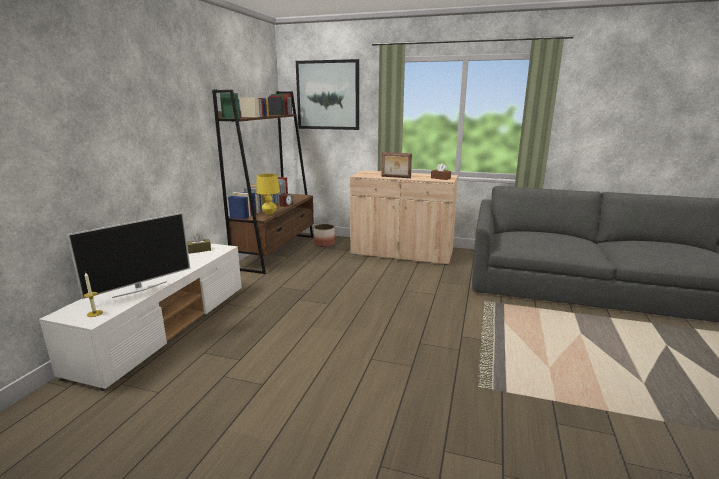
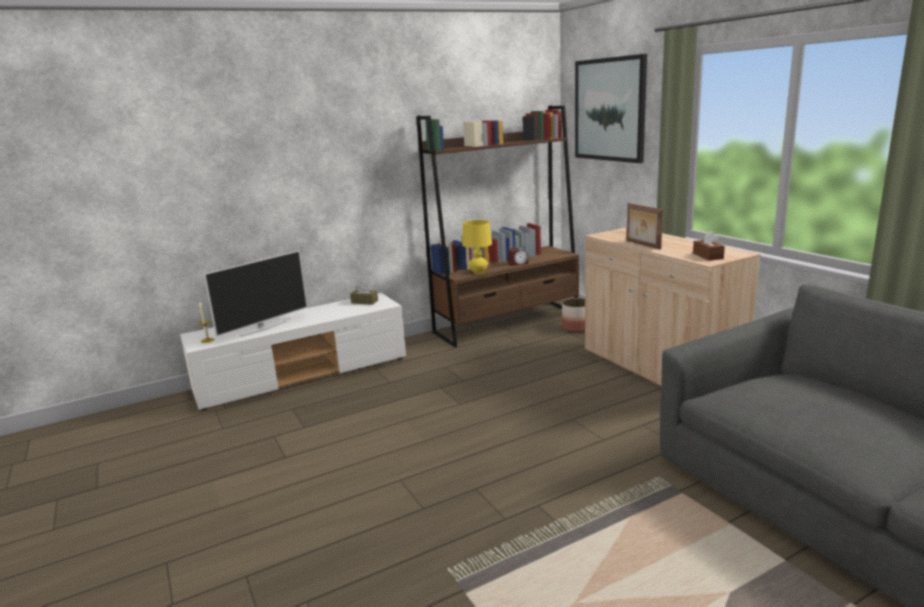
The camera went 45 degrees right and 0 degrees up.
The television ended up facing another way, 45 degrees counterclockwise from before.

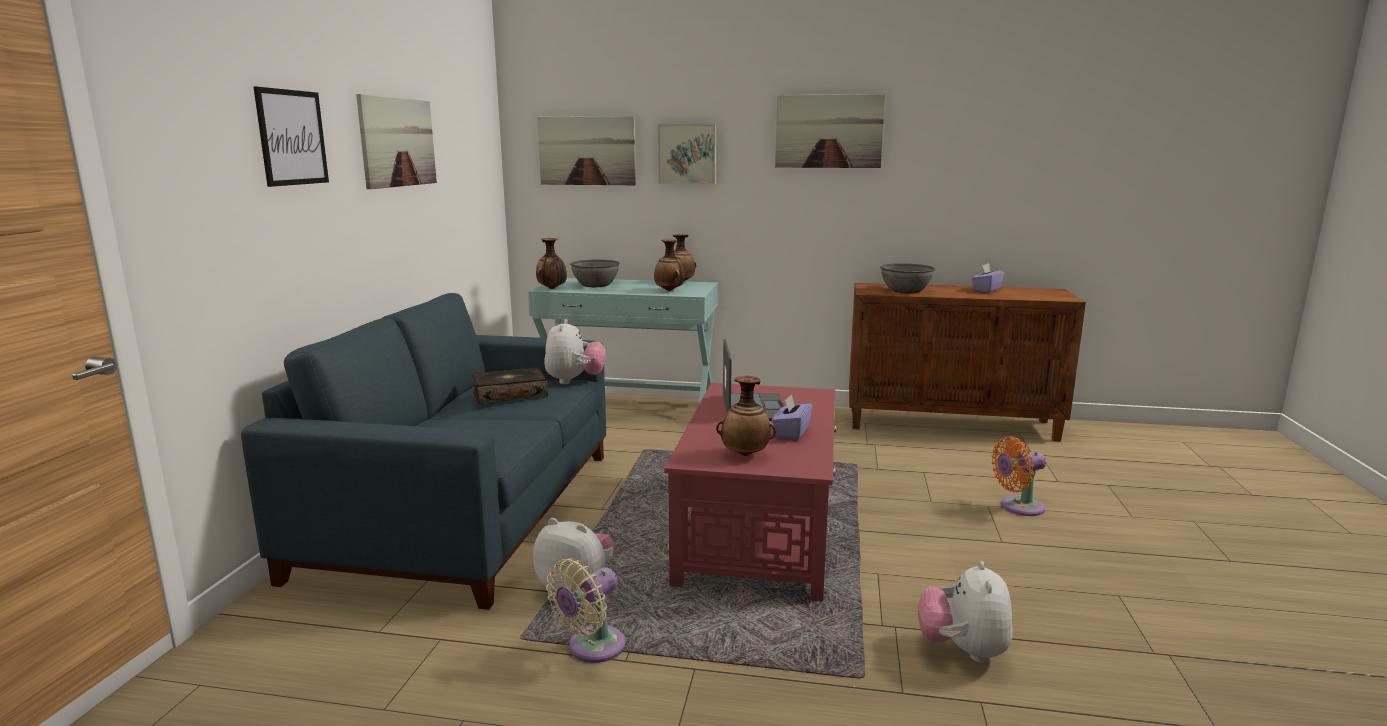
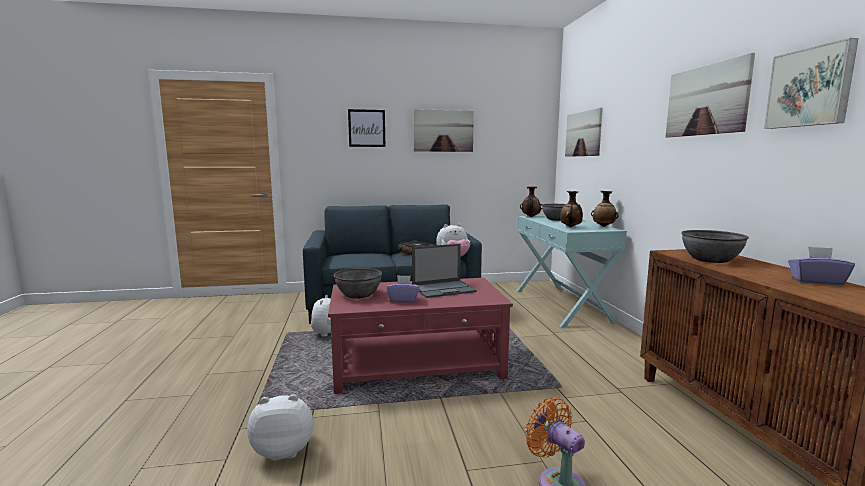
The camera went 70 degrees right and 5 degrees down.
The picture (no. 4 from left in the first image) ended up elsewhere.
Where the vase (no. 4 from left) stood, the bowl (grey) (no. 1 from left) came to stand.
The second view lost the fan (beige).

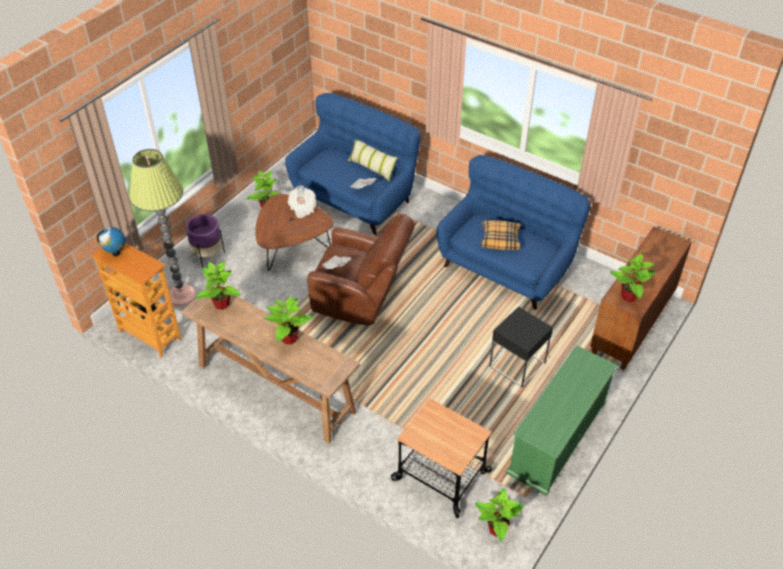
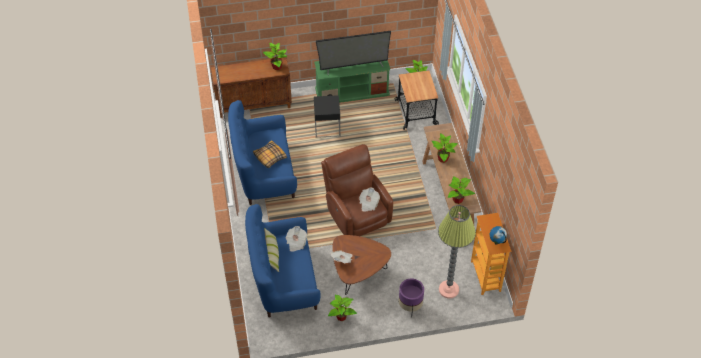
The camera went 135 degrees left and 5 degrees up.
The second view gained the television.

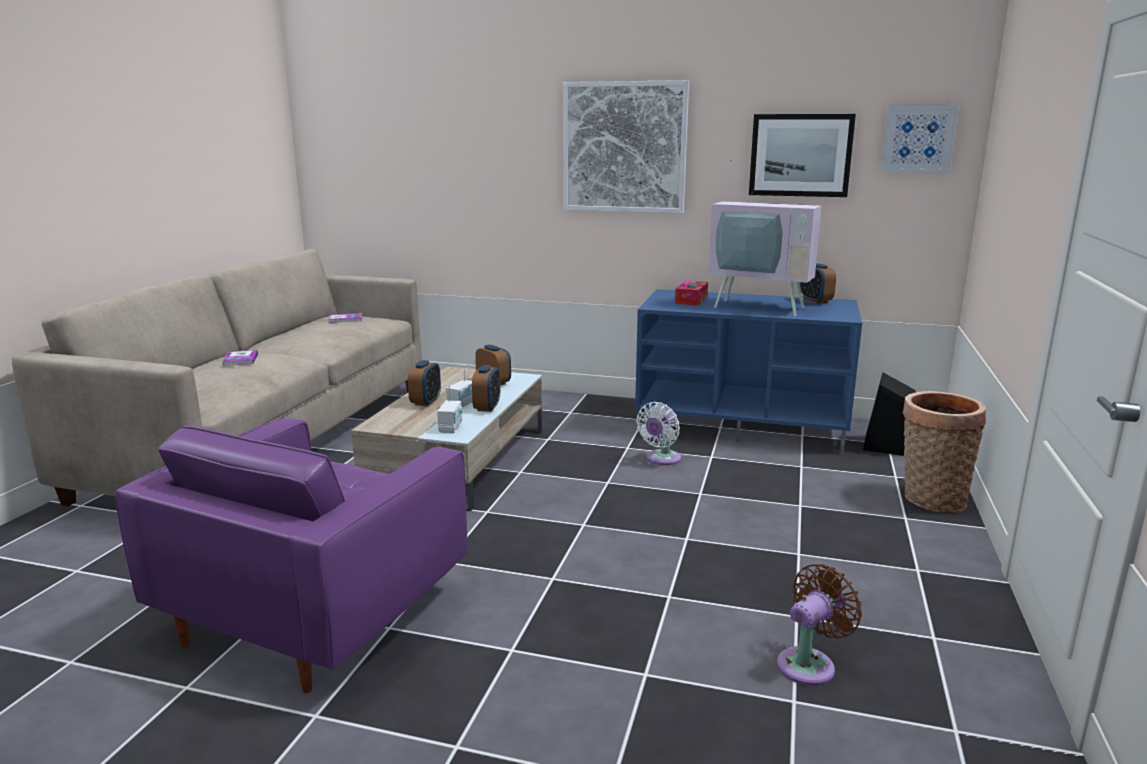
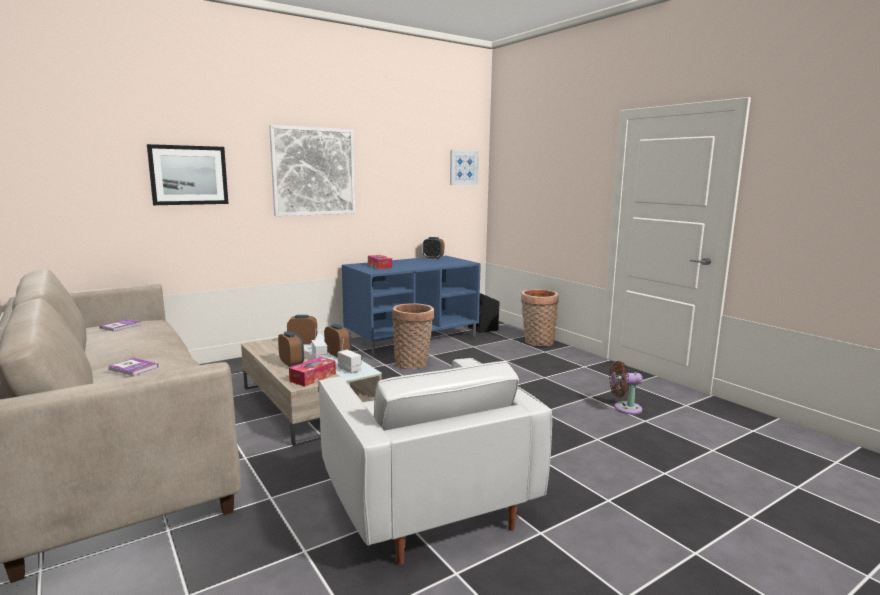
The camera went 50 degrees left and 5 degrees down.
The picture (no. 2 from left in the first image) ended up elsewhere.
The second view lost the television.
Where the fan (white) stood, the basket (no. 1 from left) came to stand.
What was the armchair (purple) turned into the armchair (white).
The fan (brown) ended up facing another way, 90 degrees counterclockwise from before.
The second view gained the tissue box (no. 1 from left).

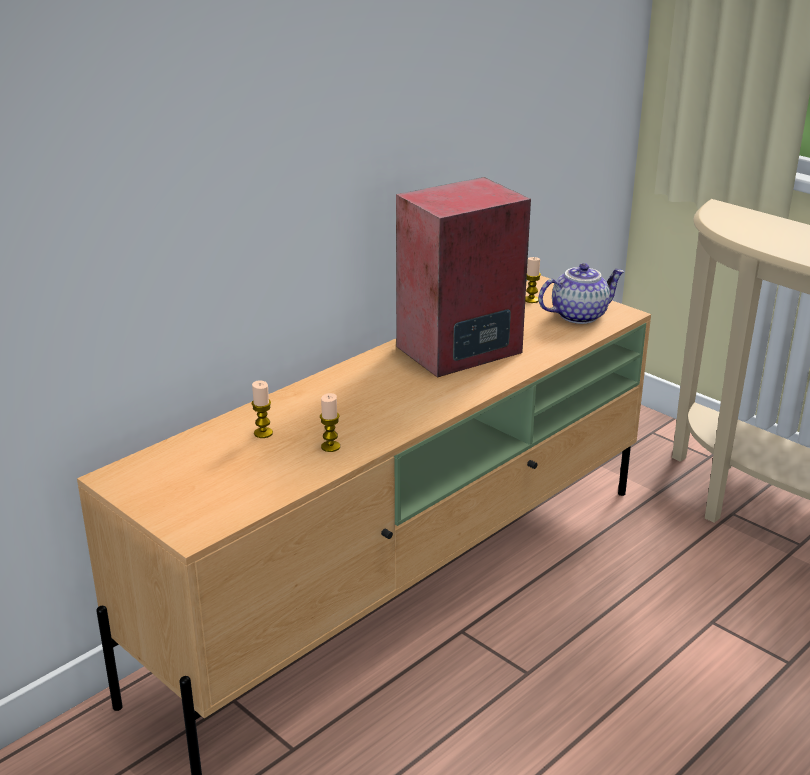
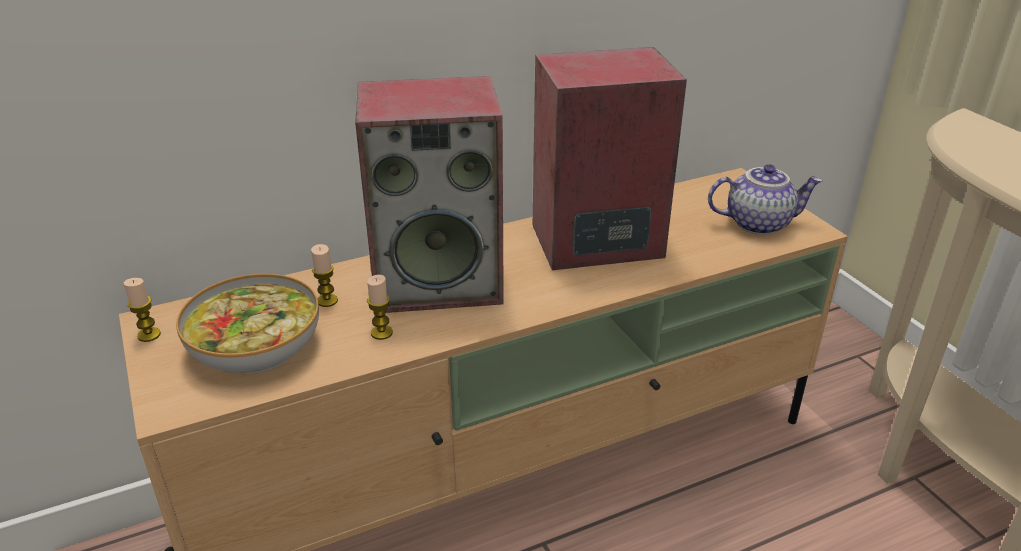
The camera went 20 degrees right and 5 degrees up.
The candle (no. 3 from left in the first image) ended up elsewhere.
The second view gained the speaker (no. 1 from left).
The second view gained the bowl.

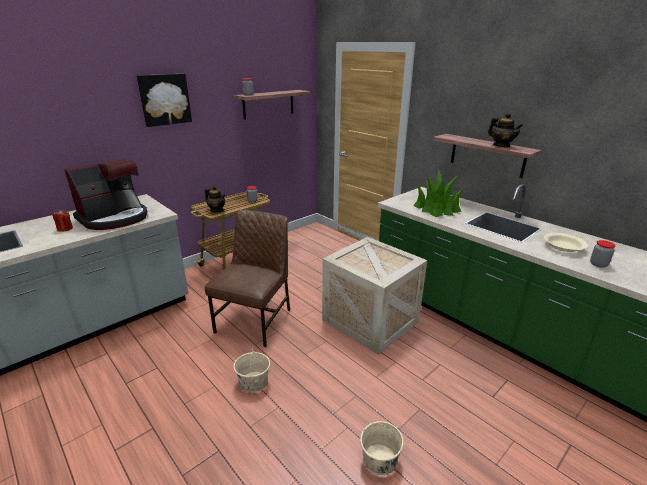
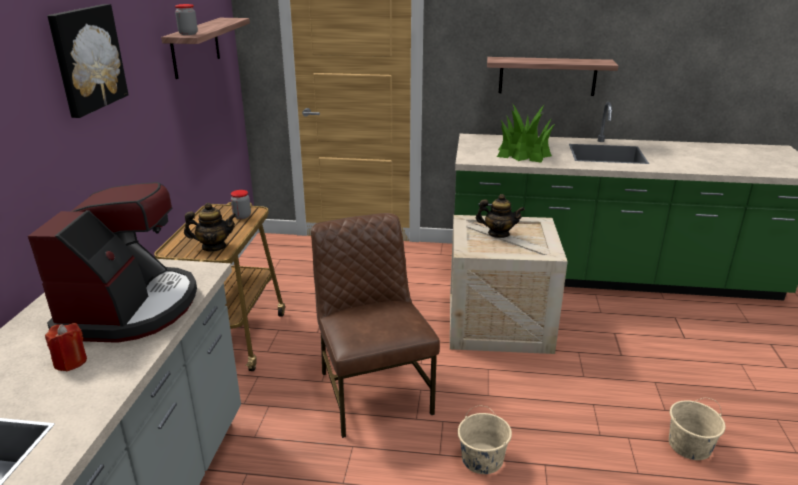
The camera went 40 degrees left and 0 degrees up.
The teapot (no. 2 from left) ended up elsewhere.
The second view lost the bowl (beige).
The second view lost the jar (no. 3 from left).

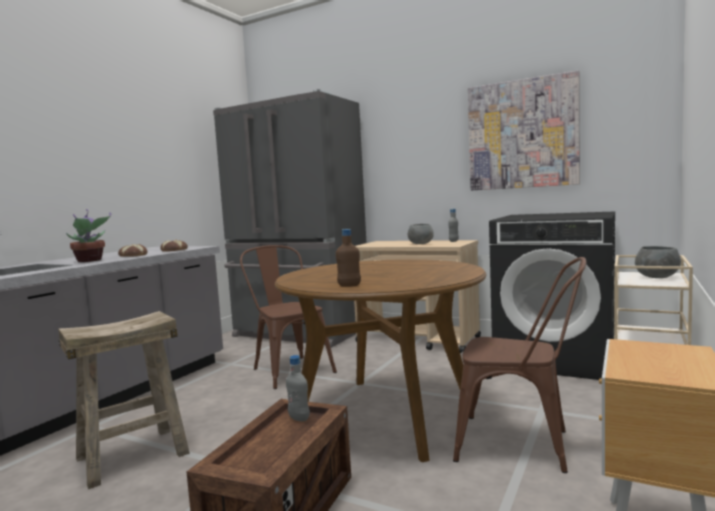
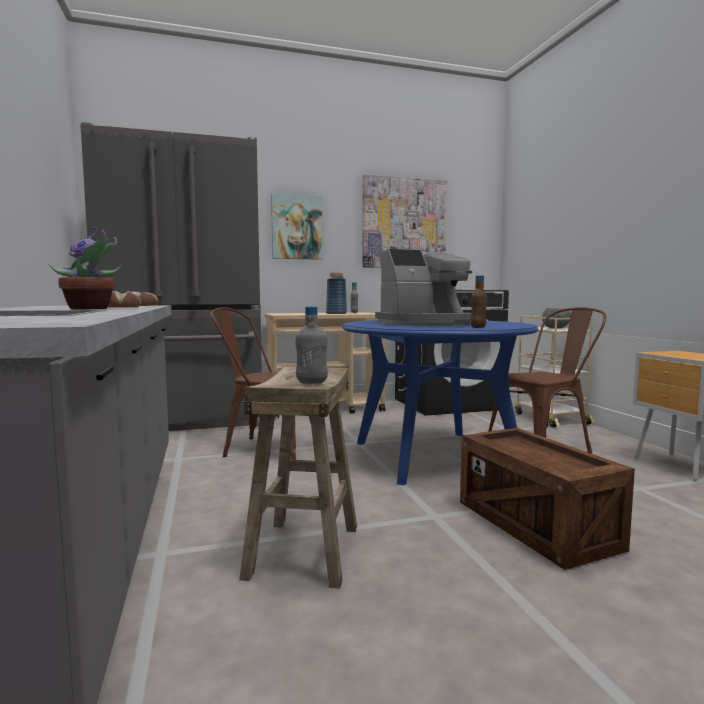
The camera went 45 degrees left and 0 degrees up.
Where the bowl (grey) (no. 1 from left) stood, the vase (blue) came to stand.
What was the dining table (brown) turned into the dining table (blue).
The bottle (grey) (no. 1 from left) ended up elsewhere.
The second view gained the picture (no. 1 from left).
The second view gained the coffee machine.

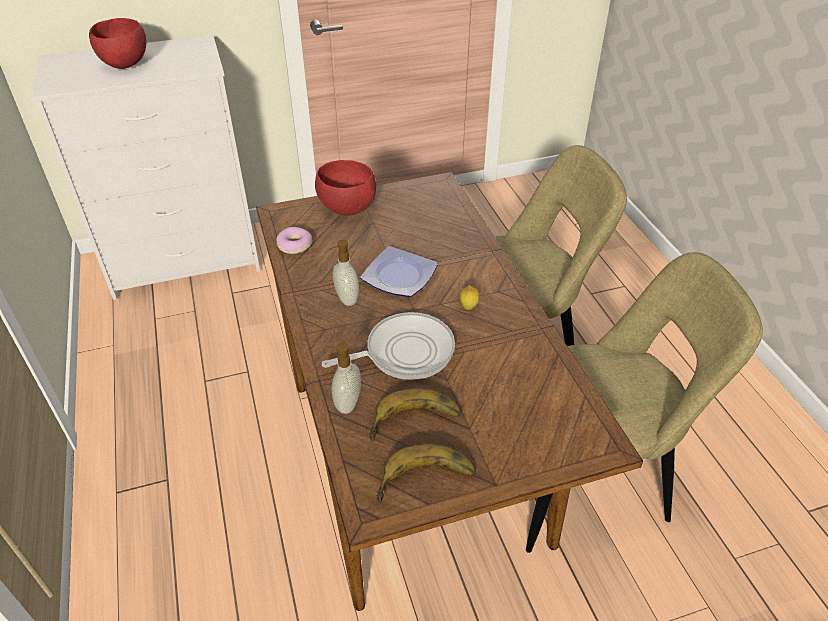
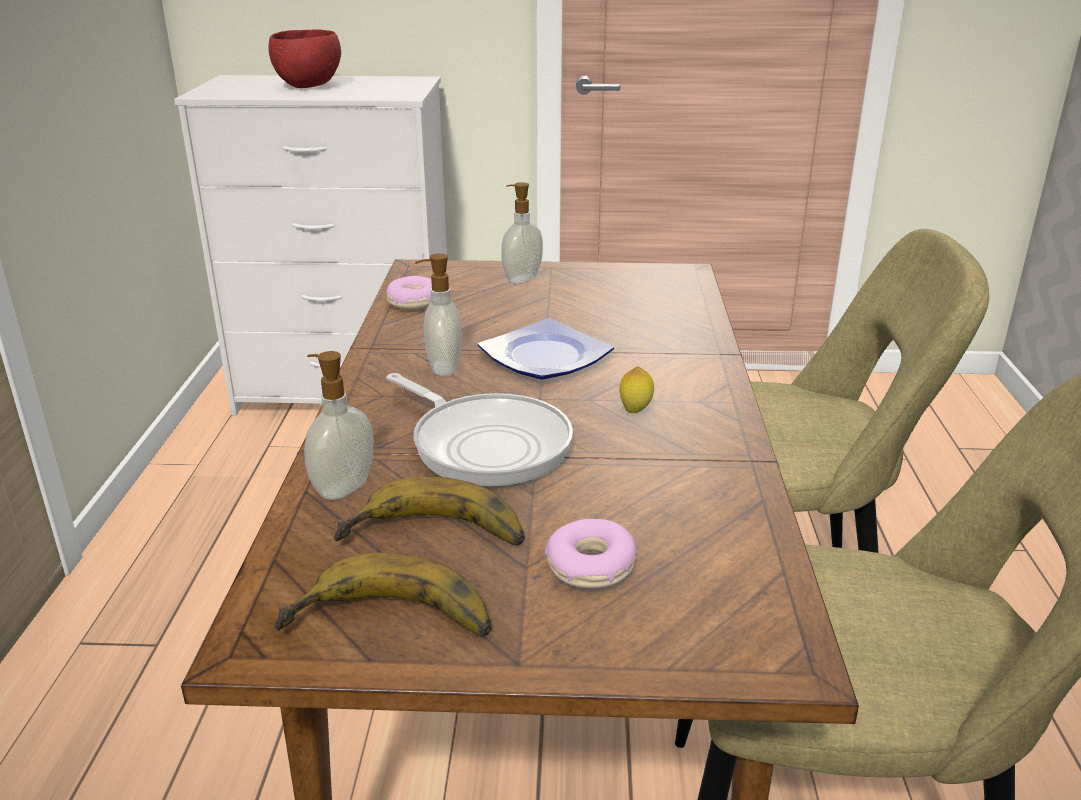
The camera went 20 degrees right and 15 degrees down.
Where the bowl (red) (no. 2 from left) stood, the soap dispenser (no. 3 from left) came to stand.
The frying pan ended up facing another way, 45 degrees clockwise from before.
The second view gained the donut (no. 2 from left).

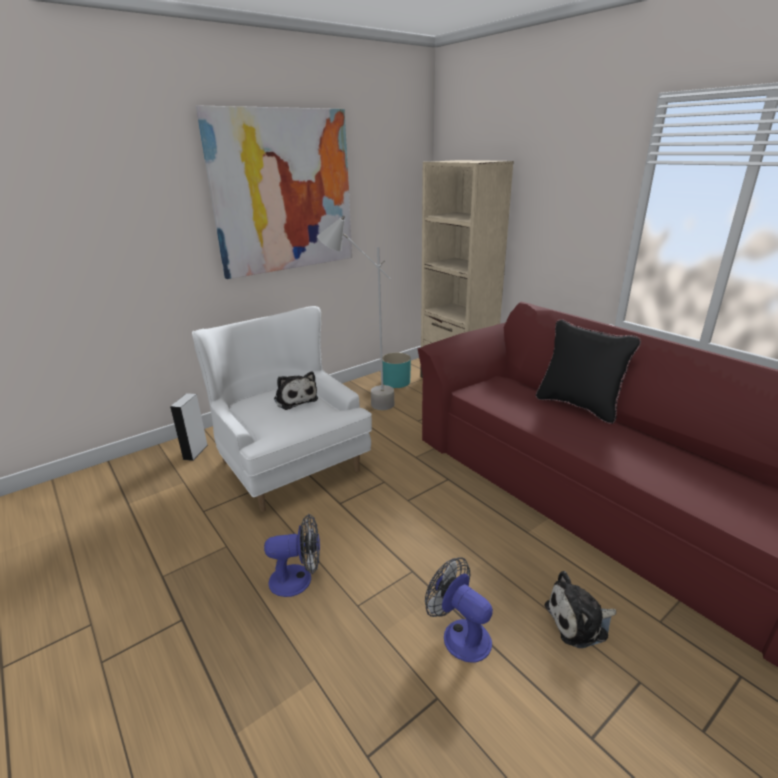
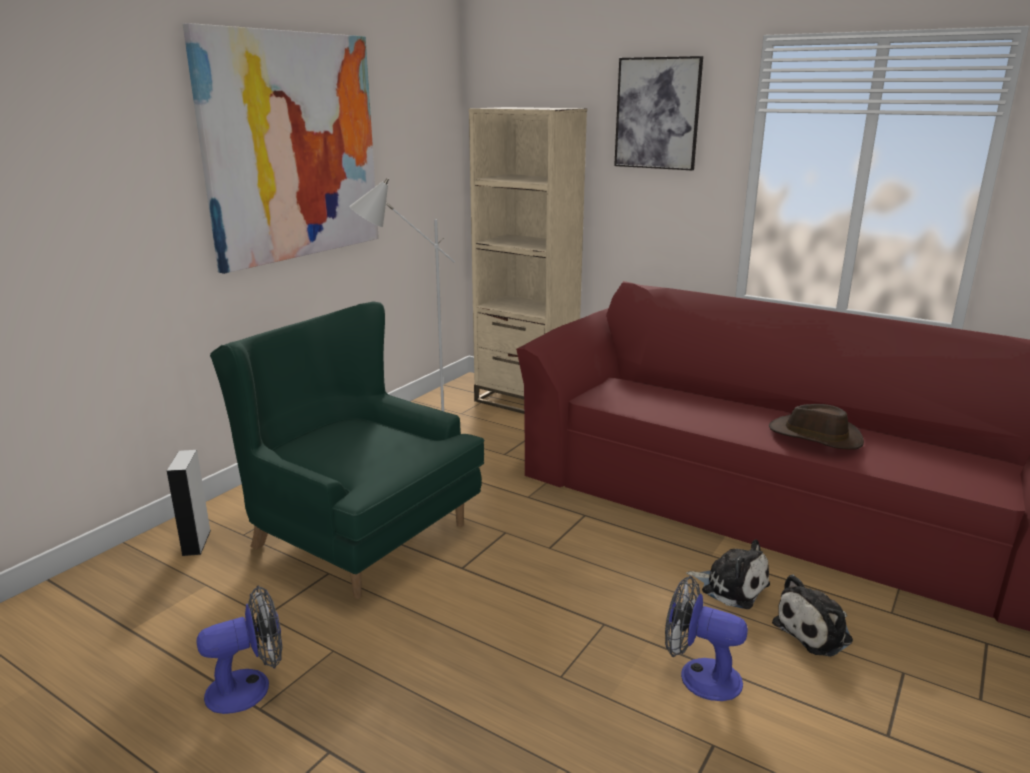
The camera went 20 degrees left and 5 degrees down.
What was the armchair (white) turned into the armchair (green).
The second view lost the pillow (black).
The second view lost the planter (turquoise).
The plush toy (no. 1 from left) ended up elsewhere.
The fan (no. 1 from left) ended up elsewhere.
The second view gained the picture (no. 2 from left).
The second view gained the hat (brown).

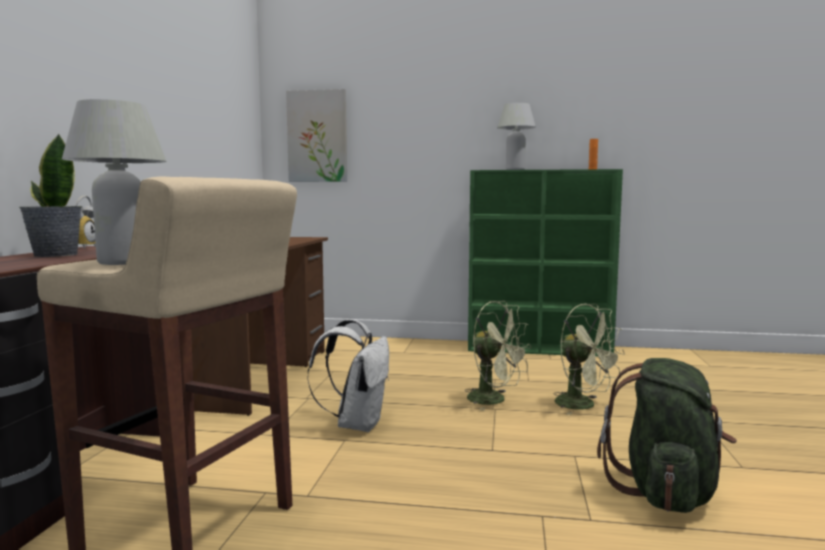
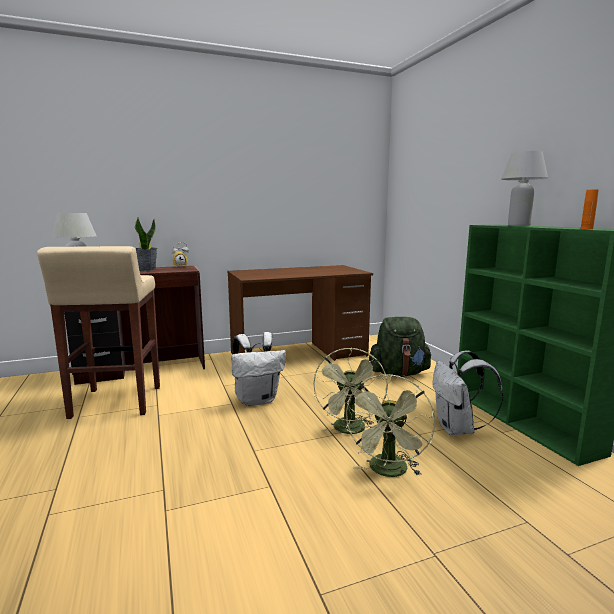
The camera went 60 degrees right and 5 degrees up.
The second view lost the picture.
The backpack (green) ended up elsewhere.
The second view gained the backpack (white) (no. 2 from left).

